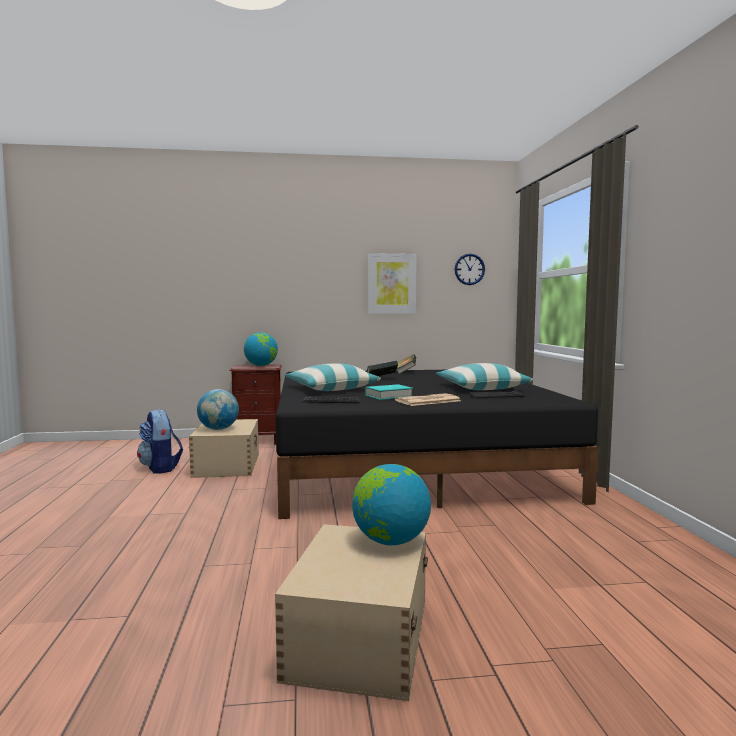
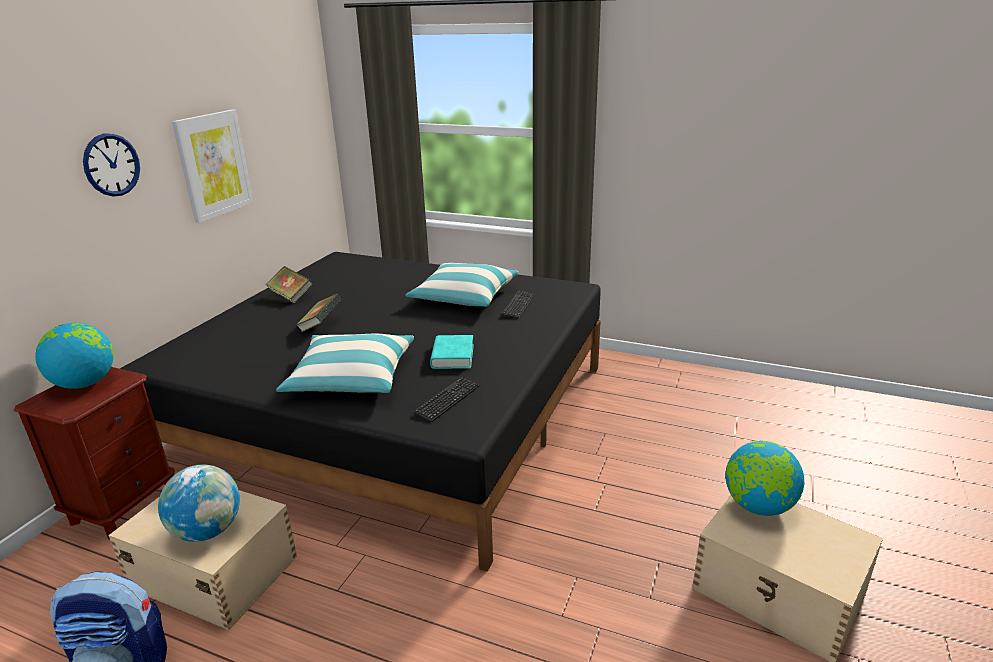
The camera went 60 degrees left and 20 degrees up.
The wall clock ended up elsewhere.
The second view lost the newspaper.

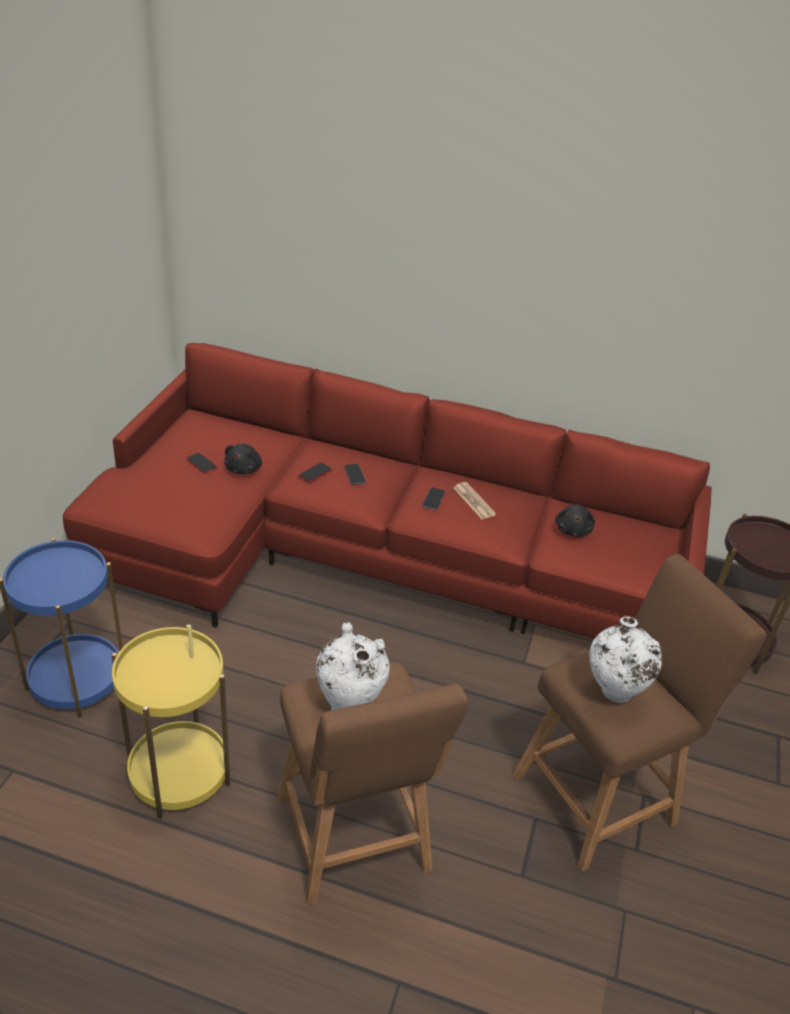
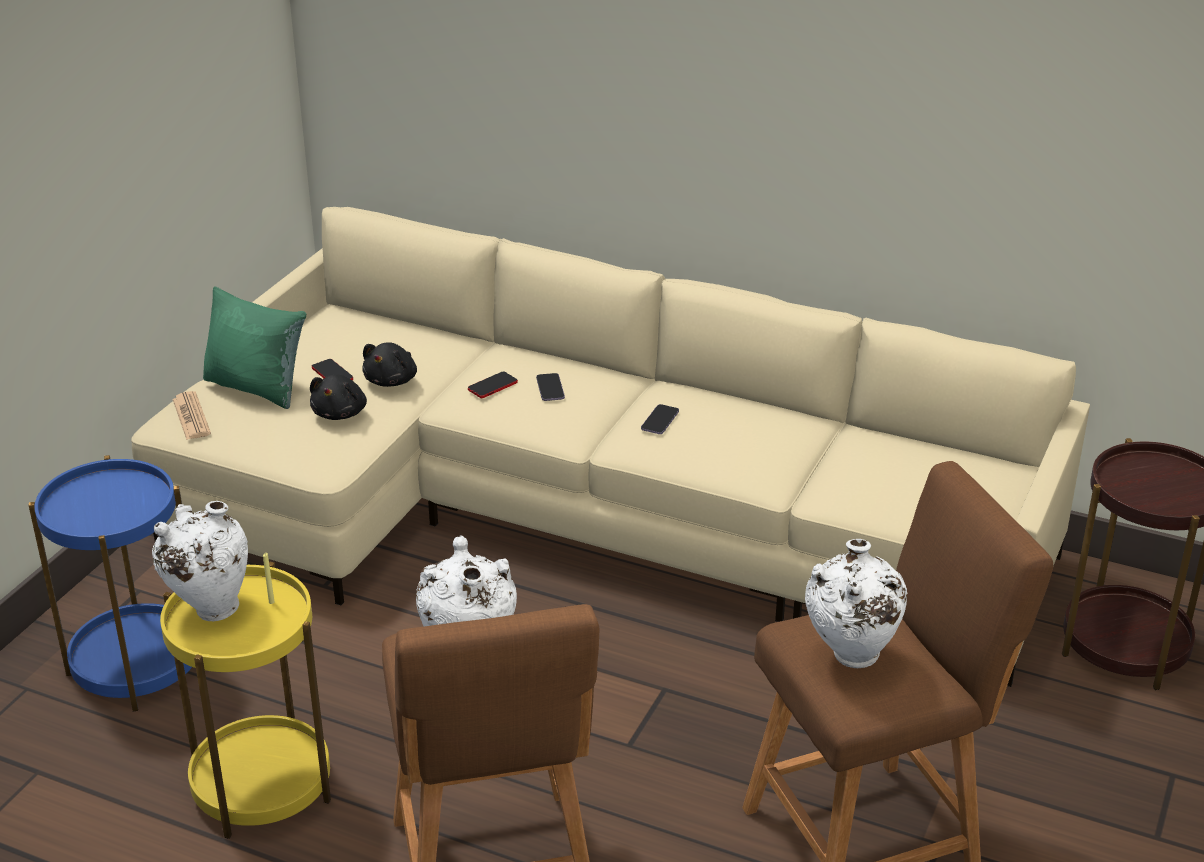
The camera went 10 degrees right and 5 degrees down.
What was the sofa (red) turned into the sofa (beige).
The newspaper ended up elsewhere.
The plush toy (black) (no. 2 from left in the first image) ended up elsewhere.
The second view gained the pillow (green).
The second view gained the vase (white) (no. 1 from left).

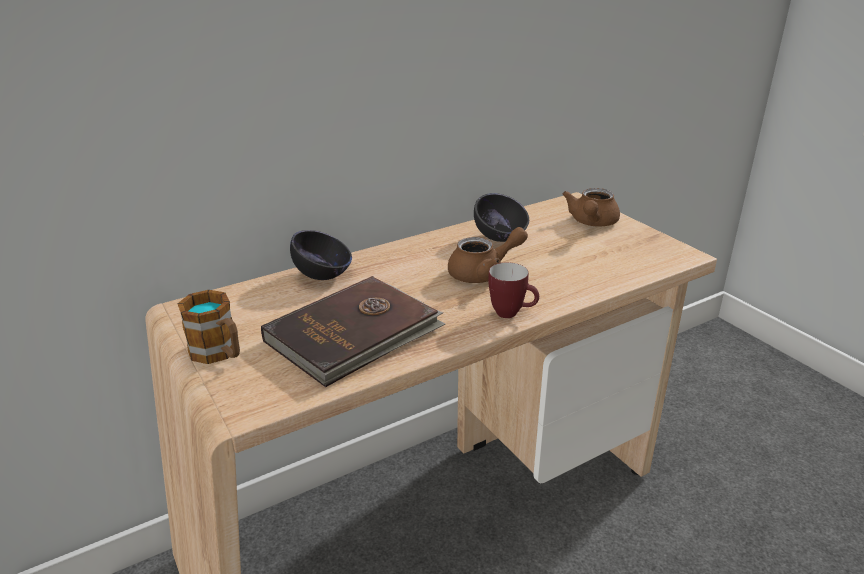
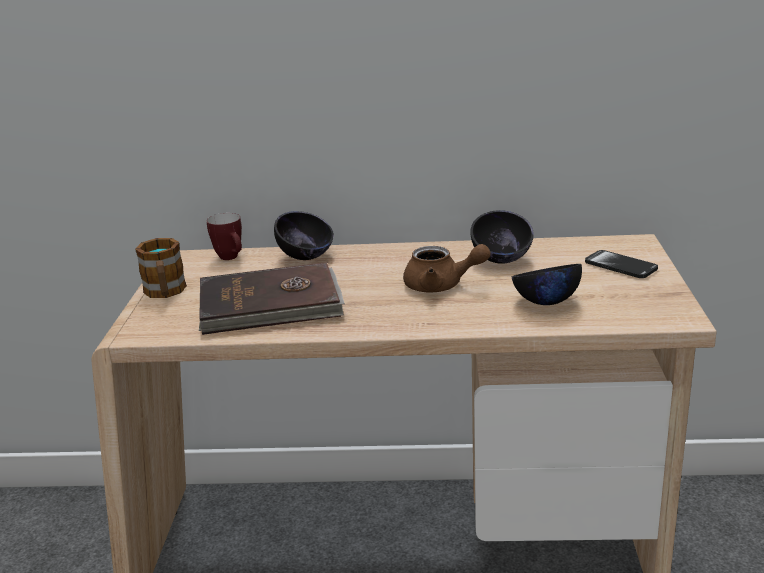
The camera went 35 degrees right and 5 degrees down.
Where the teapot (brown) (no. 2 from left) stood, the phone came to stand.
The mug (no. 2 from left) ended up elsewhere.
The second view gained the bowl (black) (no. 3 from left).

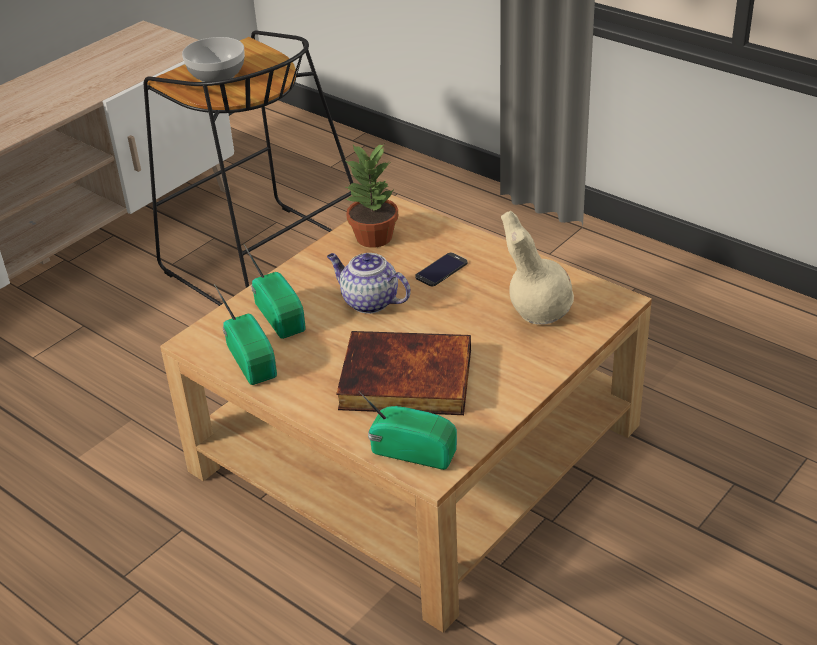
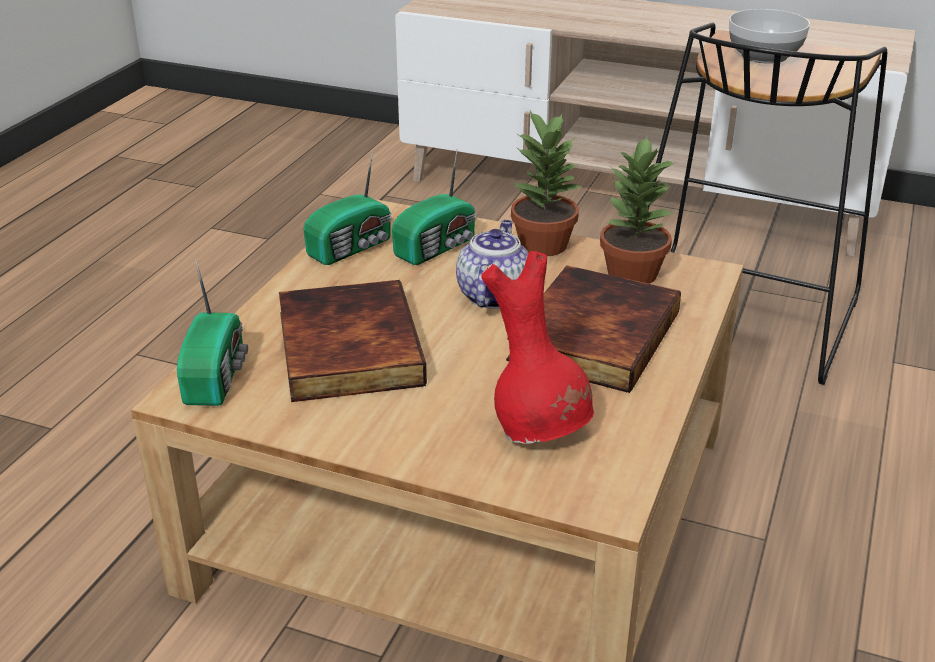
The camera went 70 degrees right and 5 degrees down.
What was the vase (beige) turned into the vase (red).
Where the phone stood, the book (no. 2 from left) came to stand.
The second view gained the potted plant (no. 1 from left).

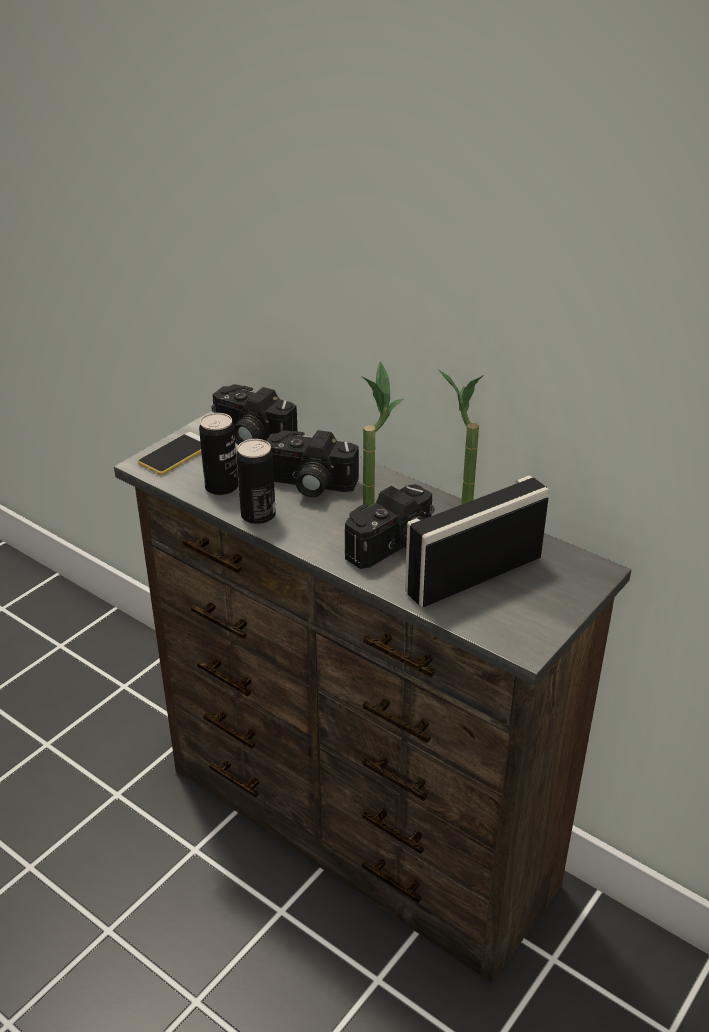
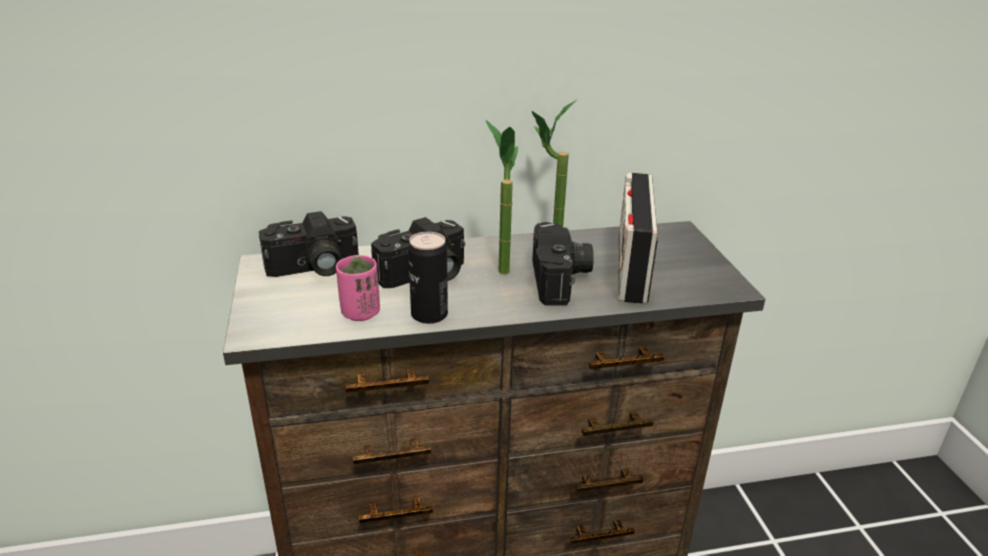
The camera went 50 degrees left and 5 degrees down.
Where the can (no. 1 from left) stood, the cup (pink) came to stand.
The second view lost the phone.

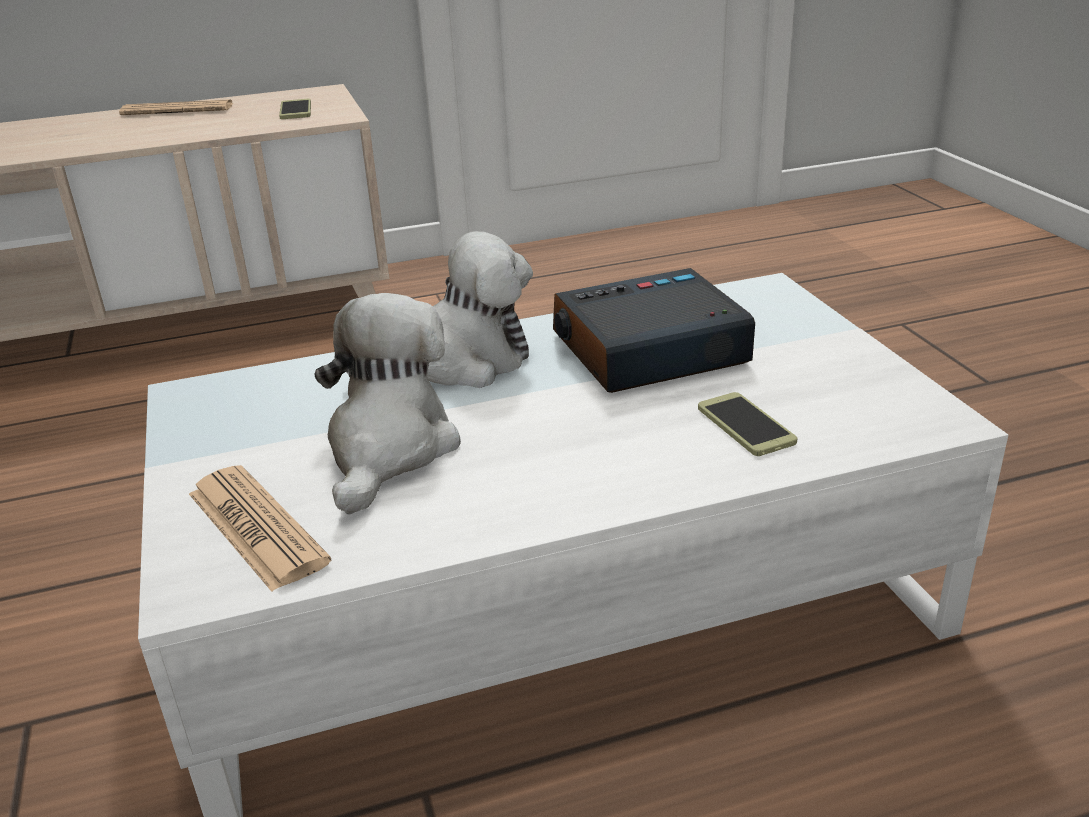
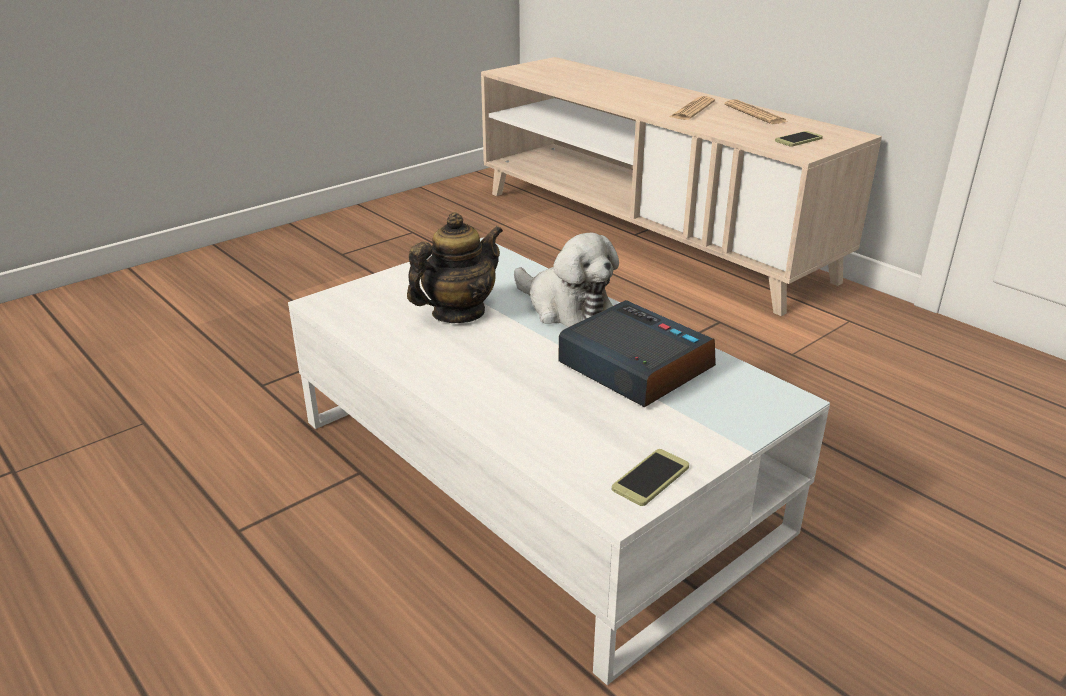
The camera went 65 degrees right and 0 degrees up.
Where the plush toy (no. 1 from left) stood, the teapot came to stand.
The phone (no. 2 from left in the first image) ended up elsewhere.
The newspaper (no. 2 from left in the first image) ended up elsewhere.

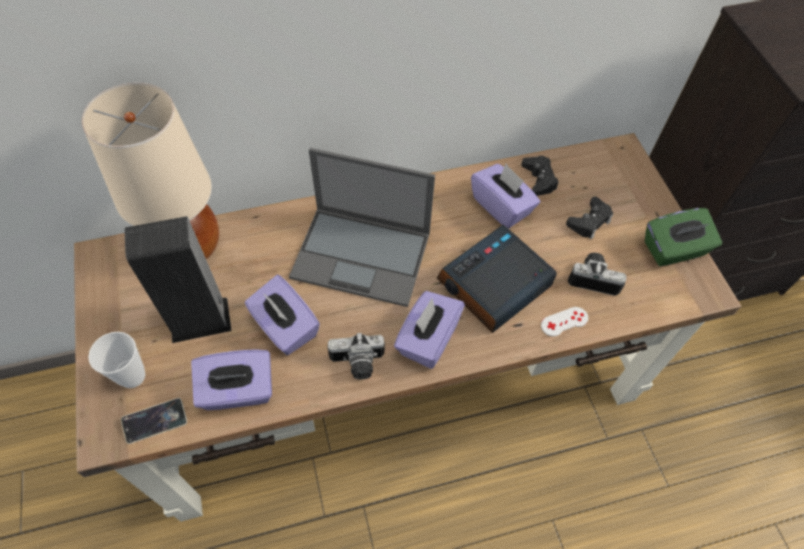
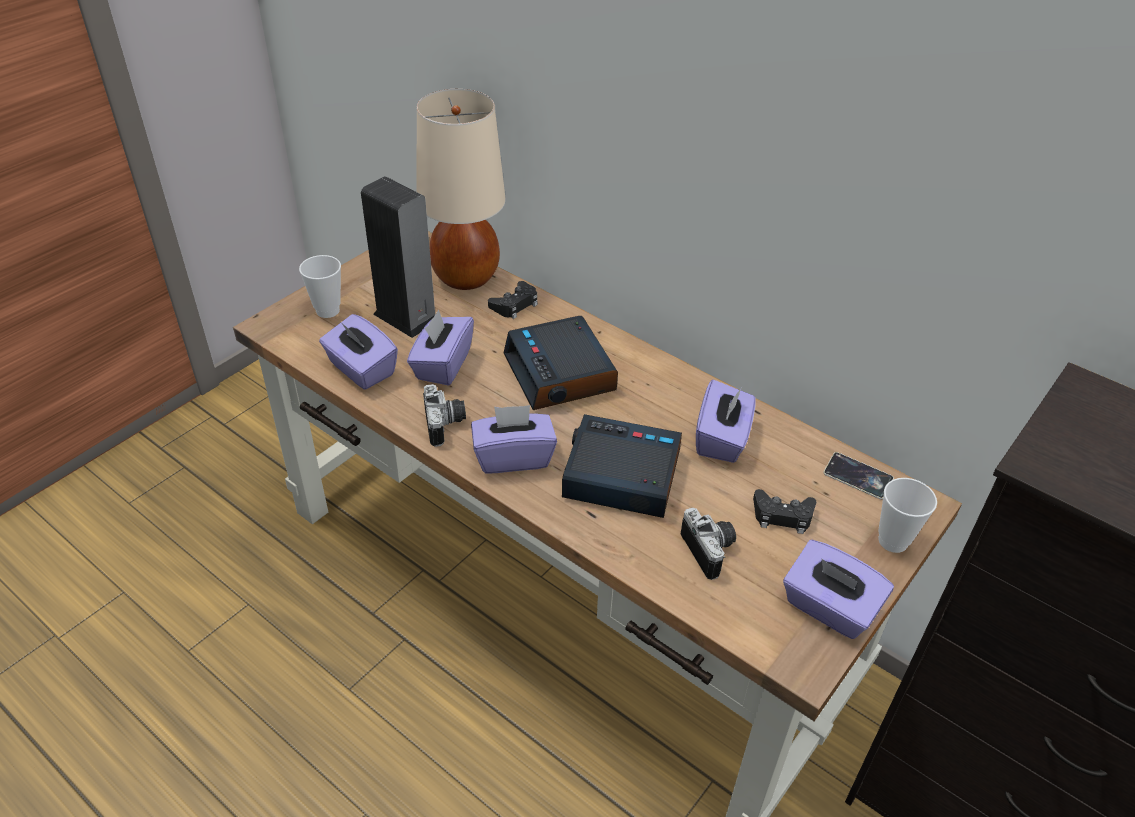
The camera went 55 degrees right and 15 degrees down.
Where the laptop stood, the alarm clock (no. 1 from left) came to stand.
The game controller (black) (no. 1 from left) ended up elsewhere.
What was the tissue box (green) turned into the tissue box (purple) (no. 5 from left).
The second view lost the game controller (white).
The photo camera (no. 1 from left) ended up facing another way, 150 degrees counterclockwise from before.
The phone ended up elsewhere.
The second view gained the cup (no. 2 from left).

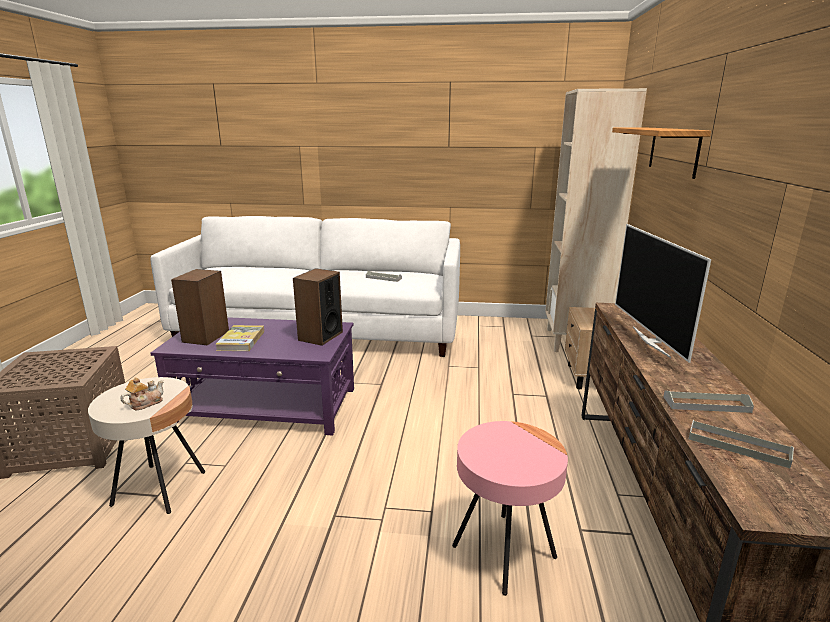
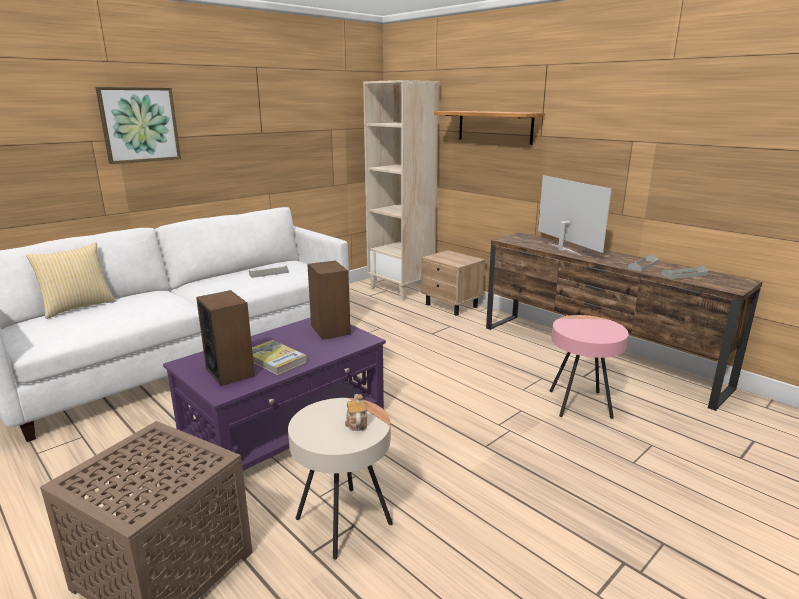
The camera went 50 degrees left and 0 degrees up.
The television ended up facing another way, 150 degrees counterclockwise from before.
The second view gained the picture.
The second view gained the pillow.

